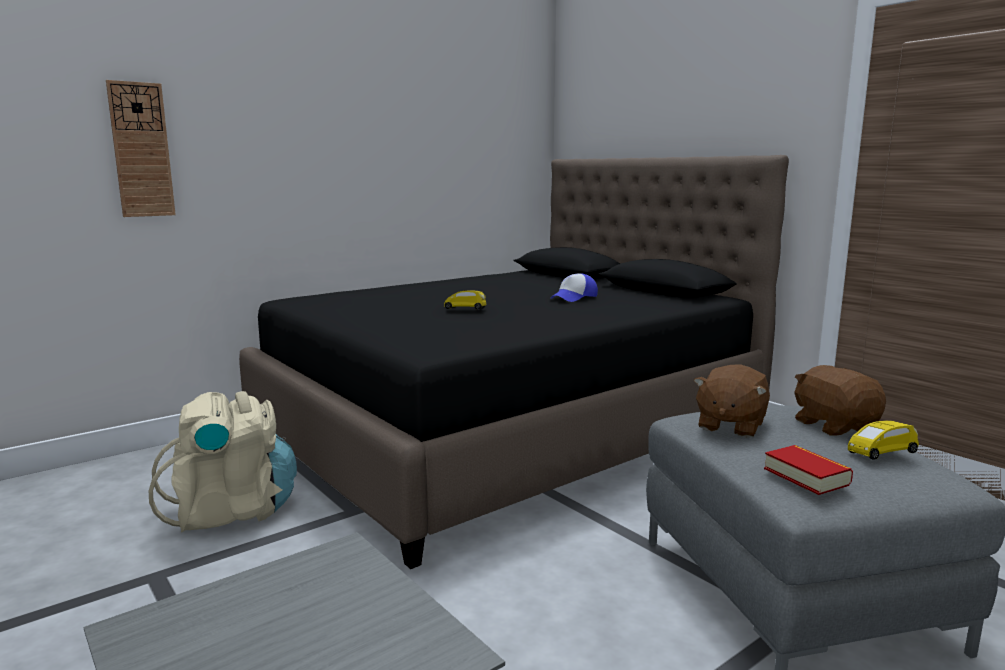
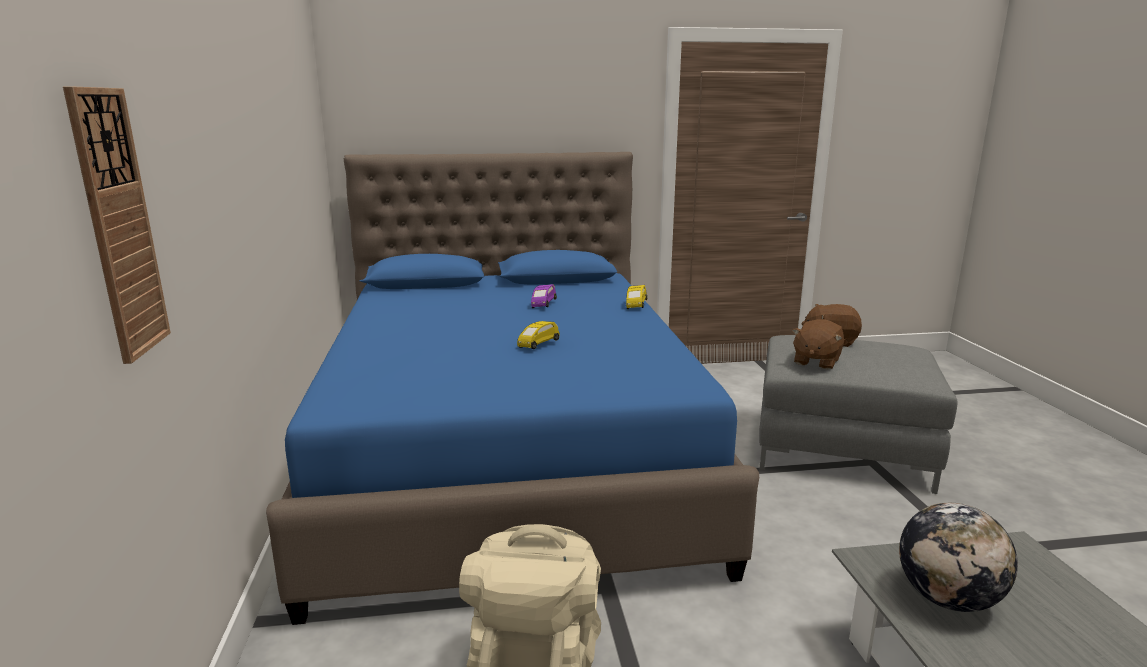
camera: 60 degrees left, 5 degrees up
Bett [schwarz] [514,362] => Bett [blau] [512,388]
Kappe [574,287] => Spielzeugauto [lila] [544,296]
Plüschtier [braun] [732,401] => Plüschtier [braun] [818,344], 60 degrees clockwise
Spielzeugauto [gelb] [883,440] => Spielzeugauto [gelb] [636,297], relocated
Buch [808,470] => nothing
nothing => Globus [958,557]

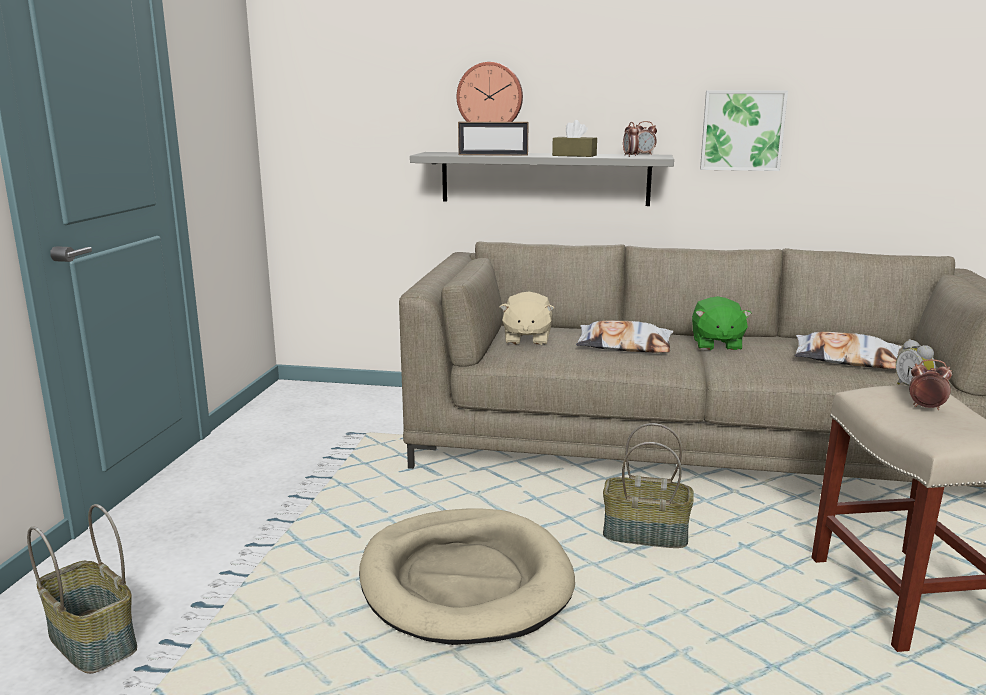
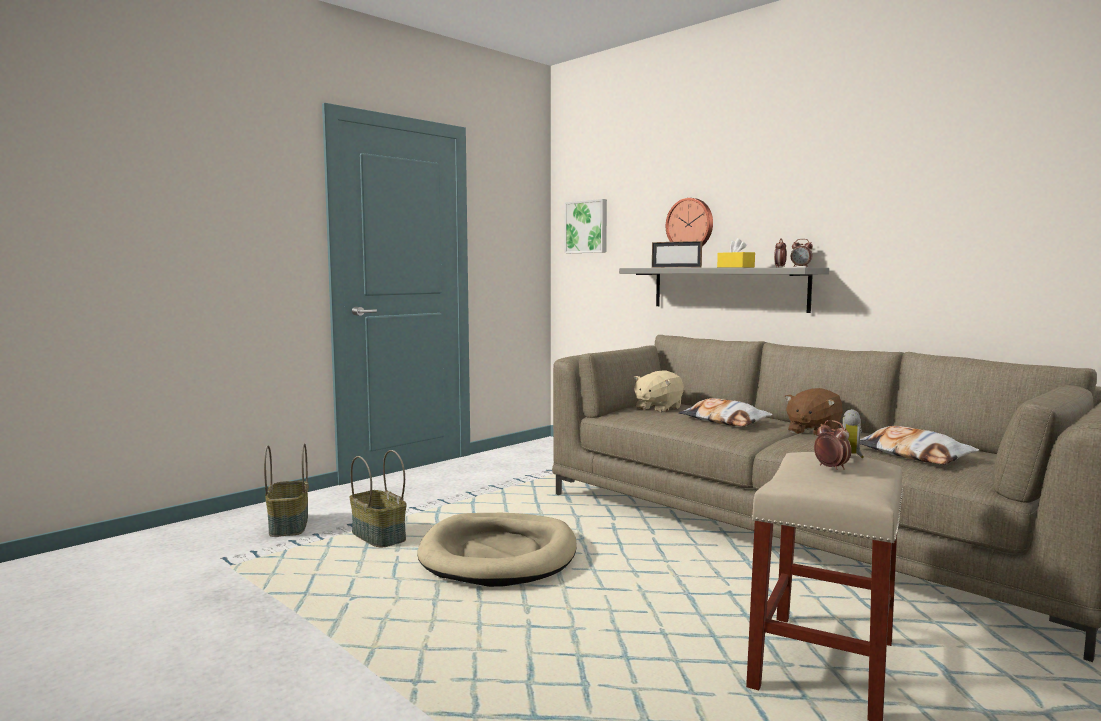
camera: 35 degrees right, 10 degrees down
Bild [744,130] => Bild [585,226], relocated
Taschentuchbox [braun] [574,138] => Taschentuchbox [gelb] [736,253]
Plüschtier [grün] [722,323] => Plüschtier [braun] [814,412]
Korb [648,485] => Korb [378,498], relocated

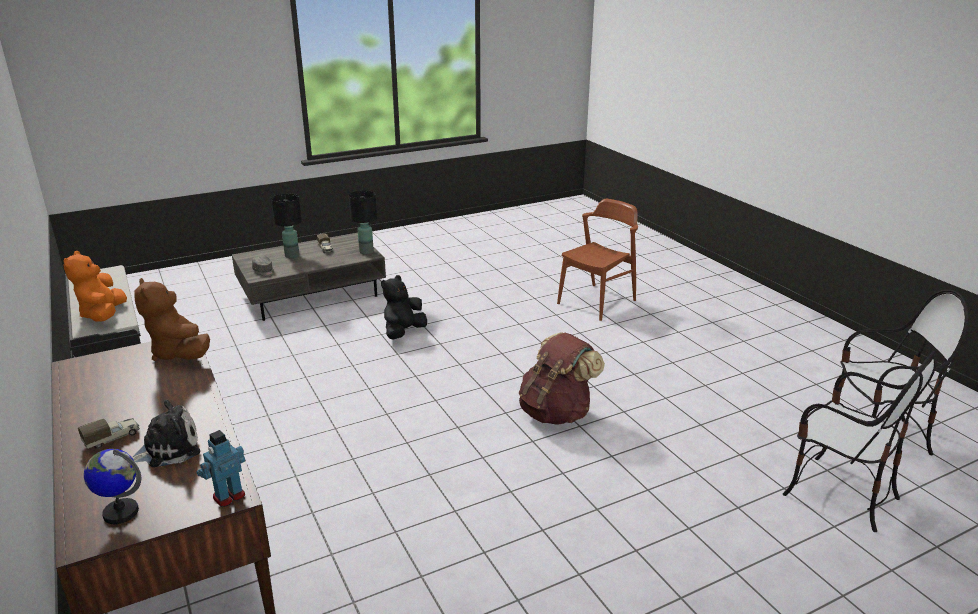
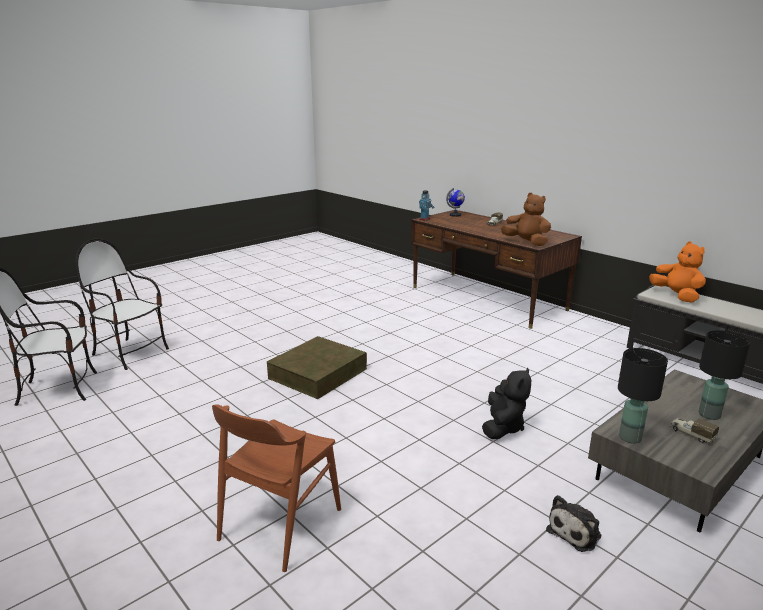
camera: 165 degrees right, 5 degrees down
Kappe [grau] [263,265] => nothing
Rucksack [braun] [562,379] => Aufbewahrungsbox [braun] [317,367]
Plüschtier [166,433] => Plüschtier [573,523], relocated

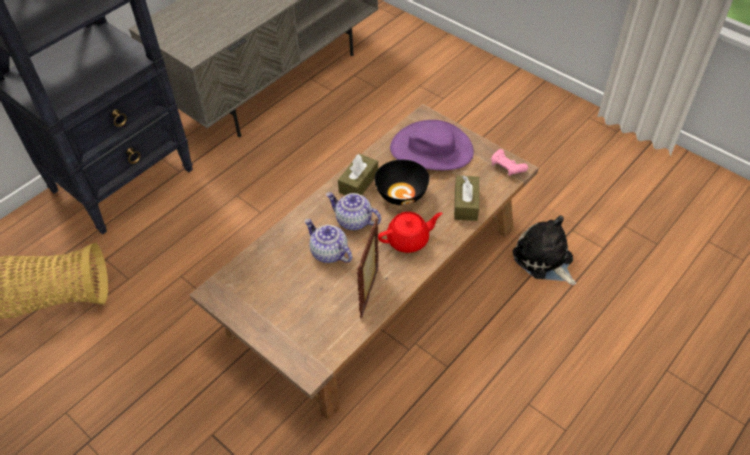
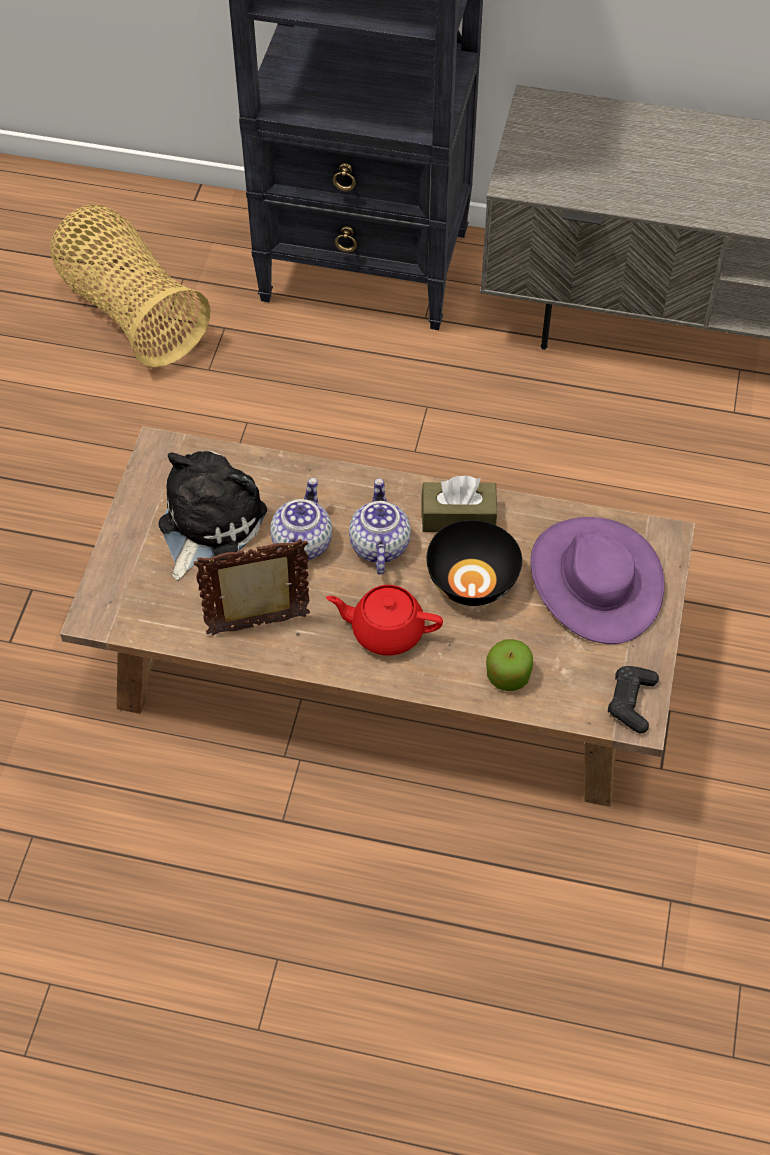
camera: 60 degrees right, 5 degrees up
Gamepad [rosa] [509,162] => Gamepad [schwarz] [633,699]
Taschentuchbox [braun] [466,198] => Apfel [509,665]
Teekanne [rot] [410,232] => Teekanne [rot] [384,620], 150 degrees clockwise
Plüschtier [544,250] => Plüschtier [212,515], relocated

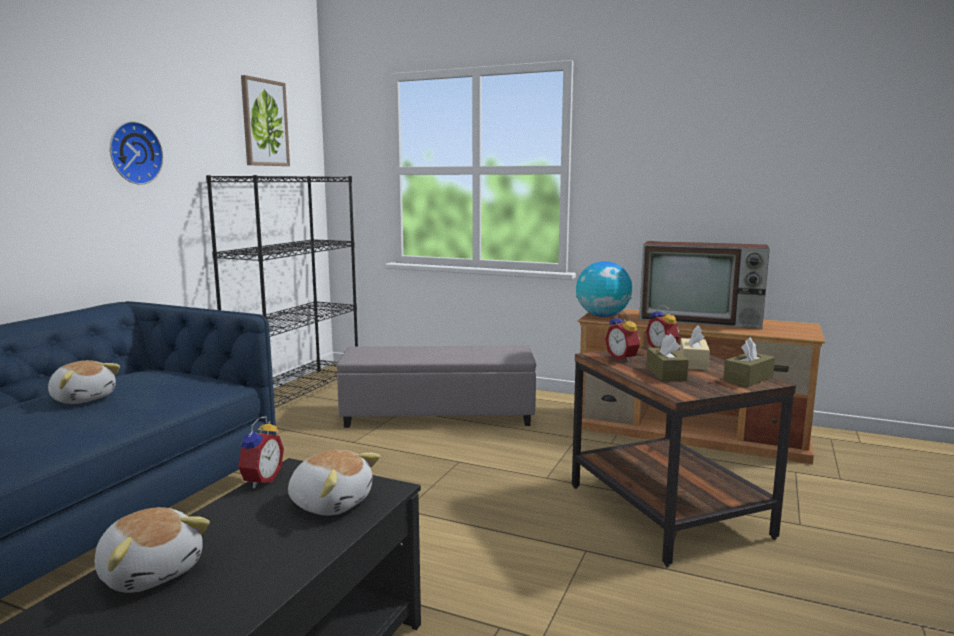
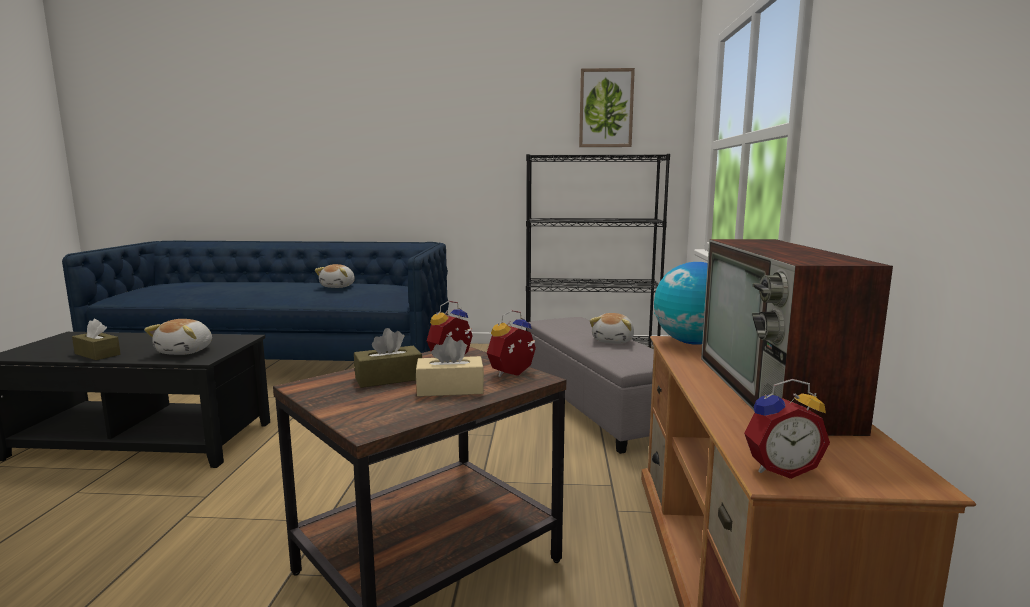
camera: 70 degrees right, 0 degrees up
Wanduhr [136,153] => nothing
Taschentuchbox [braun] [749,362] => Taschentuchbox [braun] [96,339], relocated
Wecker [260,452] => Wecker [787,429], relocated
Plüschtier [152,550] => Plüschtier [612,328], relocated

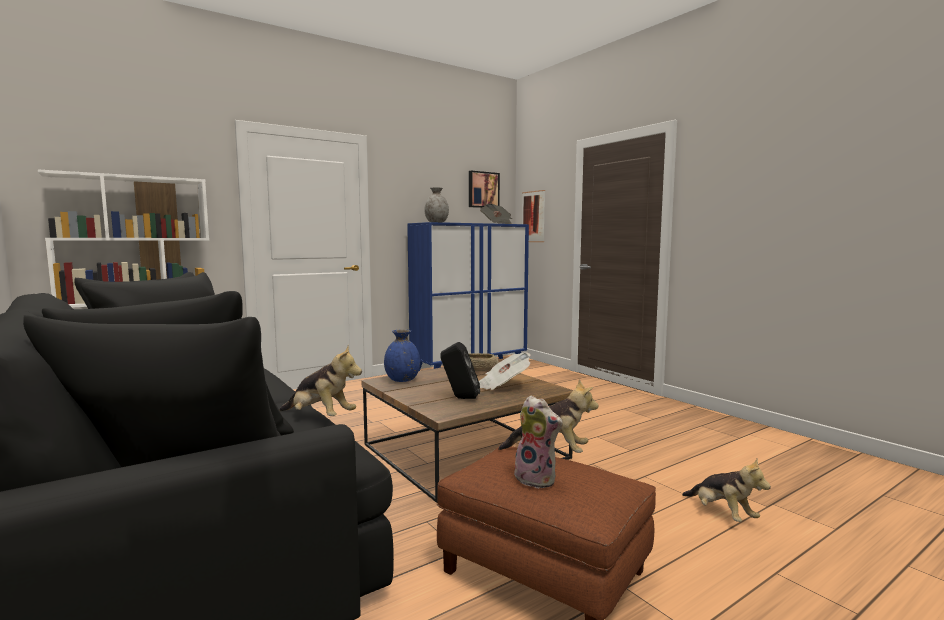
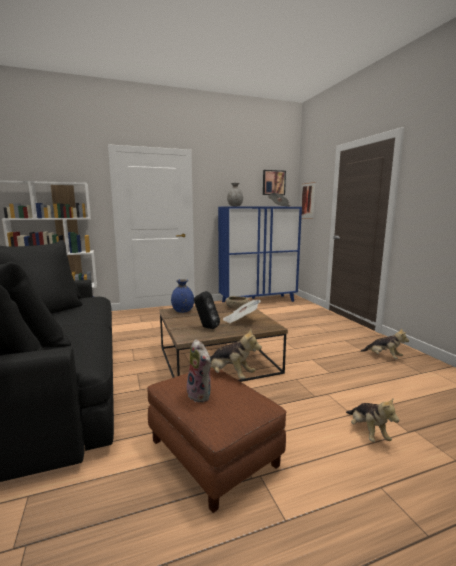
camera: 15 degrees right, 5 degrees up
Plüschtier [320,381] => Plüschtier [385,343], relocated

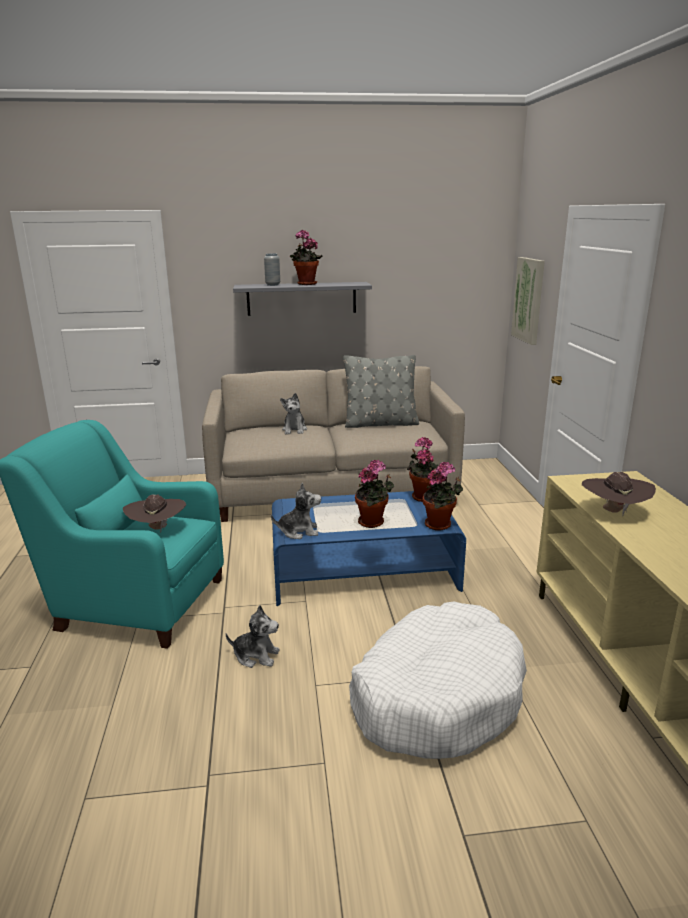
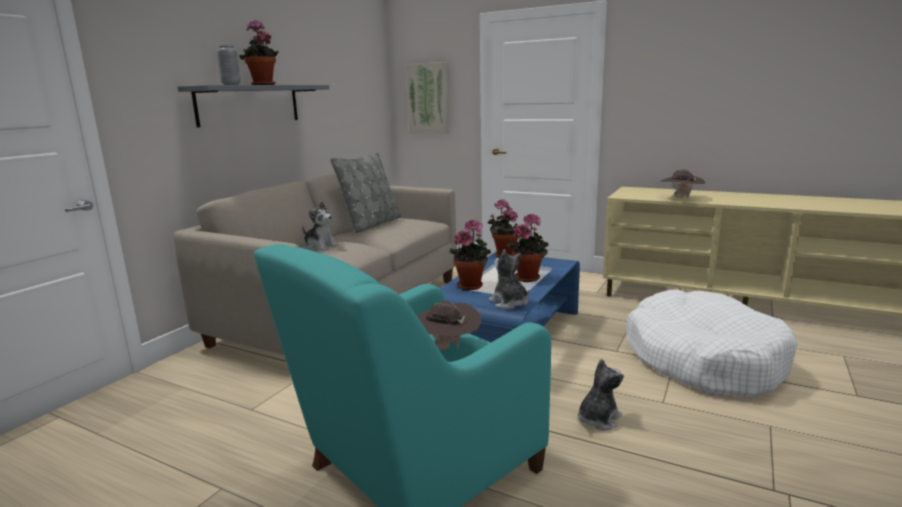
camera: 55 degrees left, 5 degrees down
Topfpflanze [442,496] => Topfpflanze [470,255], relocated
Plüschtier [296,510] => Plüschtier [509,279], 60 degrees counterclockwise

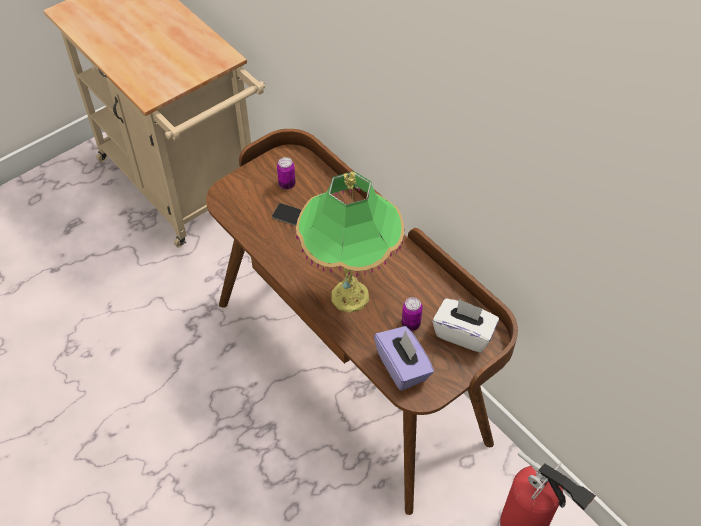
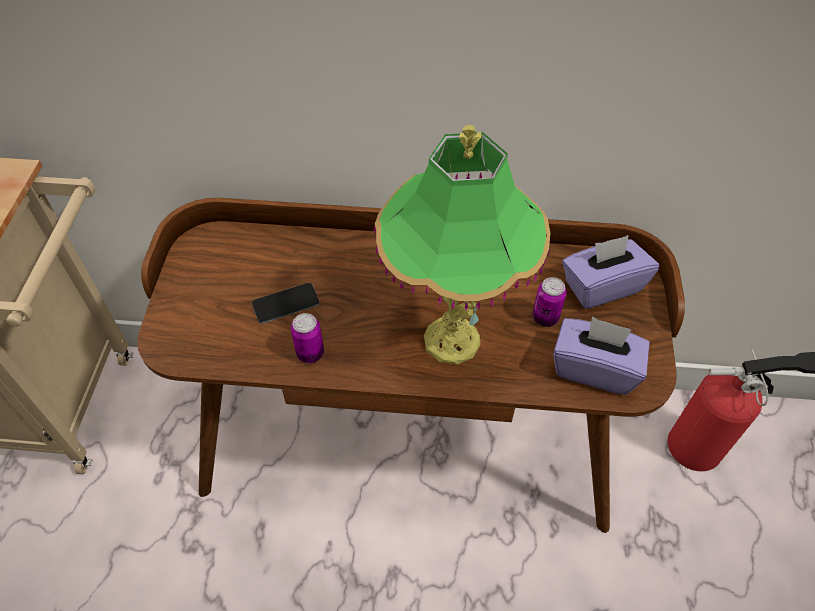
camera: 45 degrees left, 0 degrees up
Dose [286,173] => Dose [307,338], relocated
Taschentuchbox [weiß] [466,325] => Taschentuchbox [lila] [610,272]

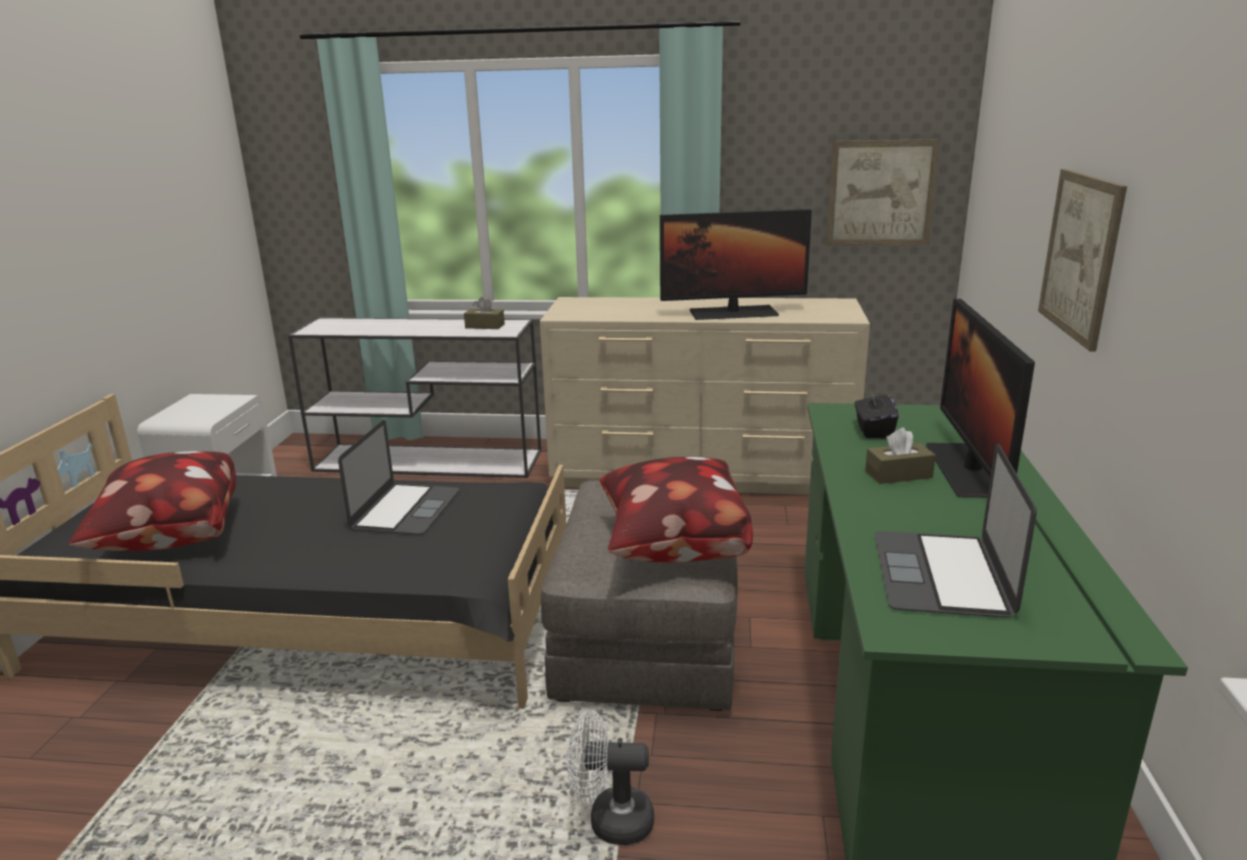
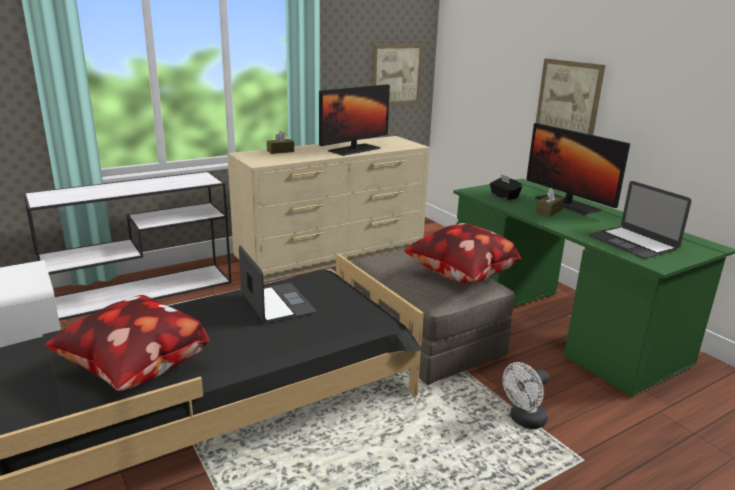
camera: 40 degrees left, 0 degrees up
Taschentuchbox [braun] [484,313] => Taschentuchbox [braun] [280,142], relocated

